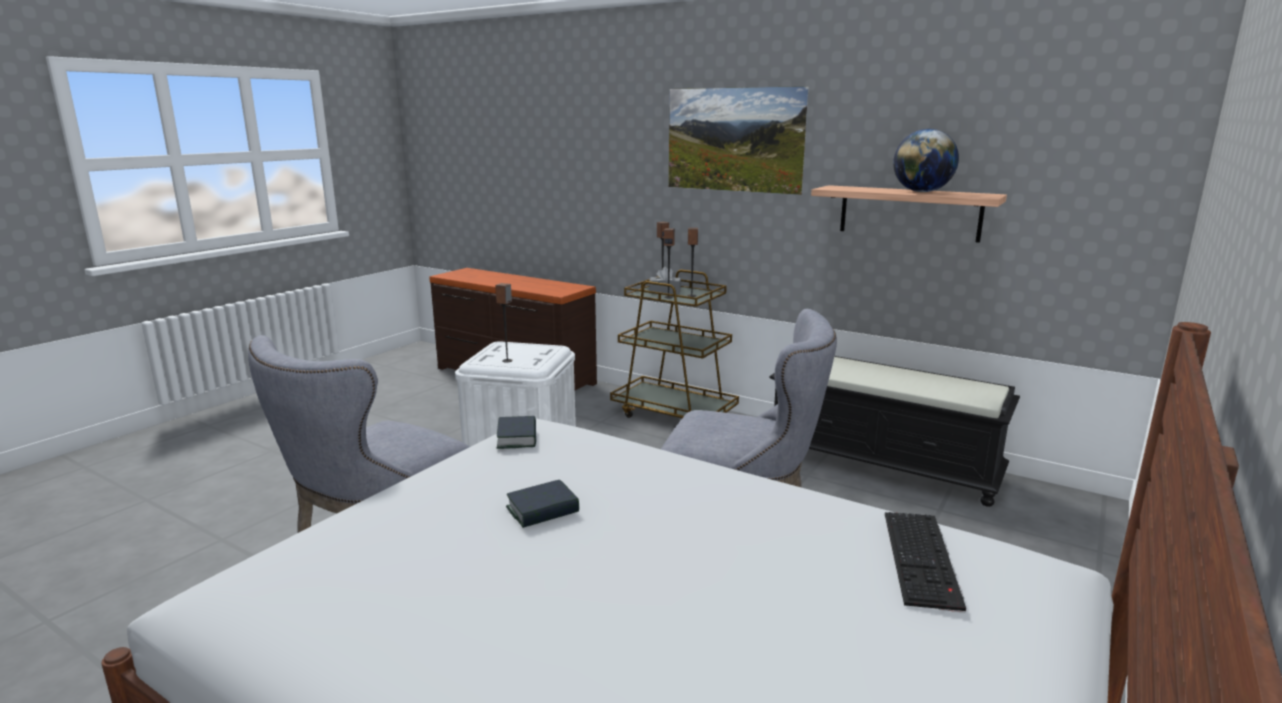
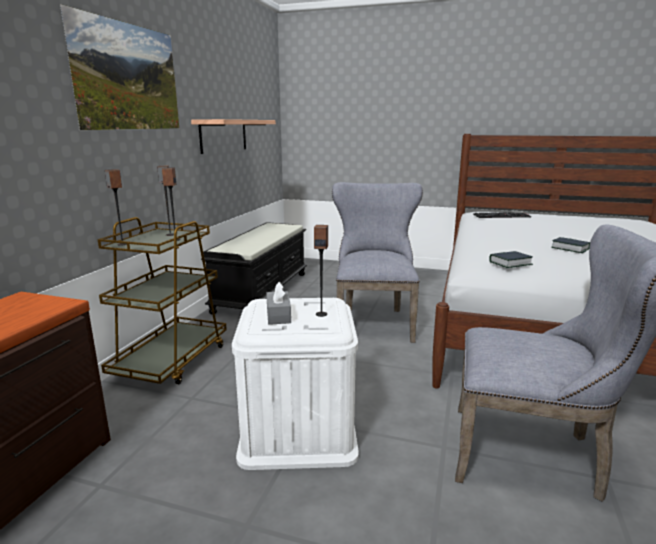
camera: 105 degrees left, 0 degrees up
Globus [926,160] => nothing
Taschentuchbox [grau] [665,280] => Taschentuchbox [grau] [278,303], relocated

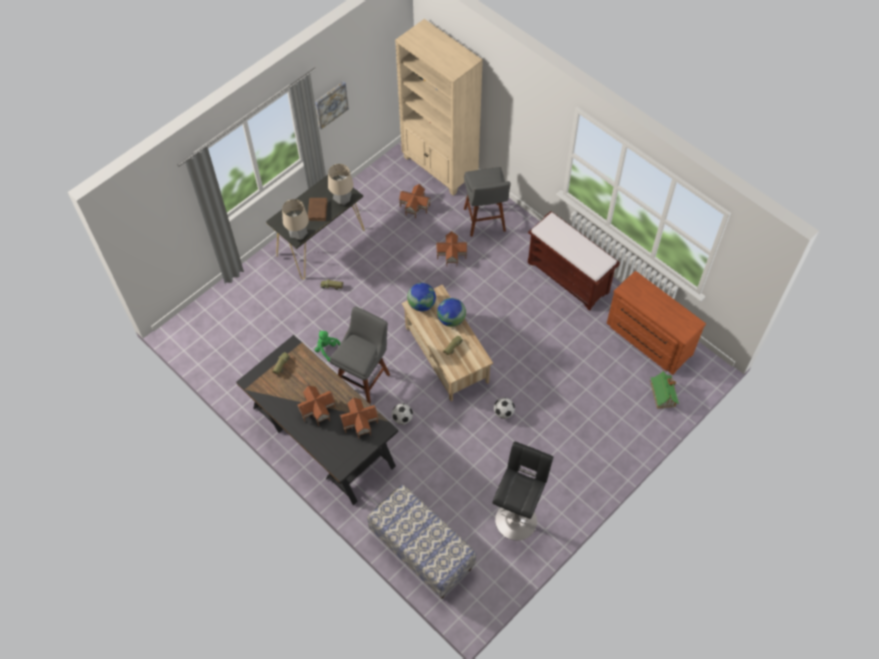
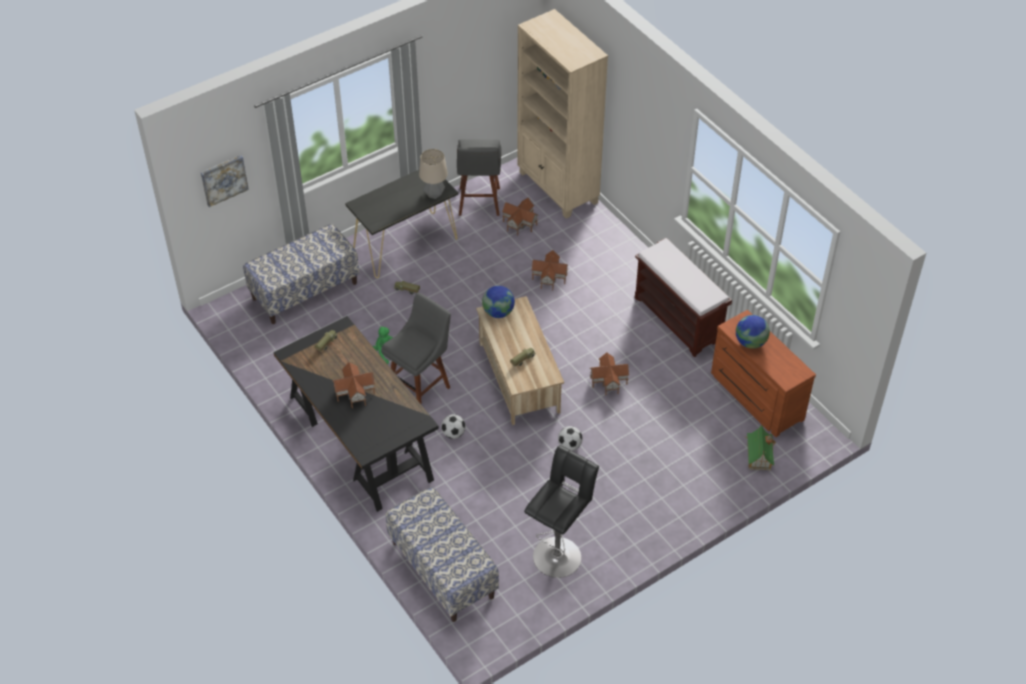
camera: 10 degrees right, 10 degrees down
Bild [332,105] => Bild [225,181], relocated
Hocker [grau] [487,202] => Hocker [grau] [479,177], relocated
Buch [braun] [318,209] => nothing
Tischlampe [295,219] => nothing
Globus [451,312] => Globus [753,332], relocated
Spielzeughaus [359,418] => Spielzeughaus [609,374], relocated
nothing => Bank [301,274]

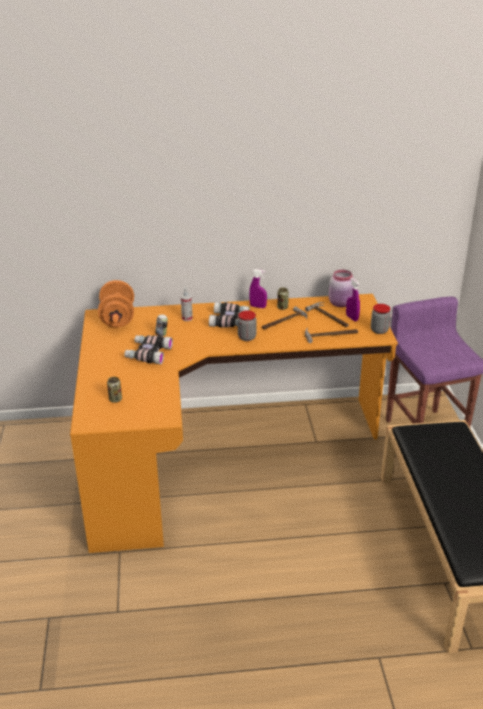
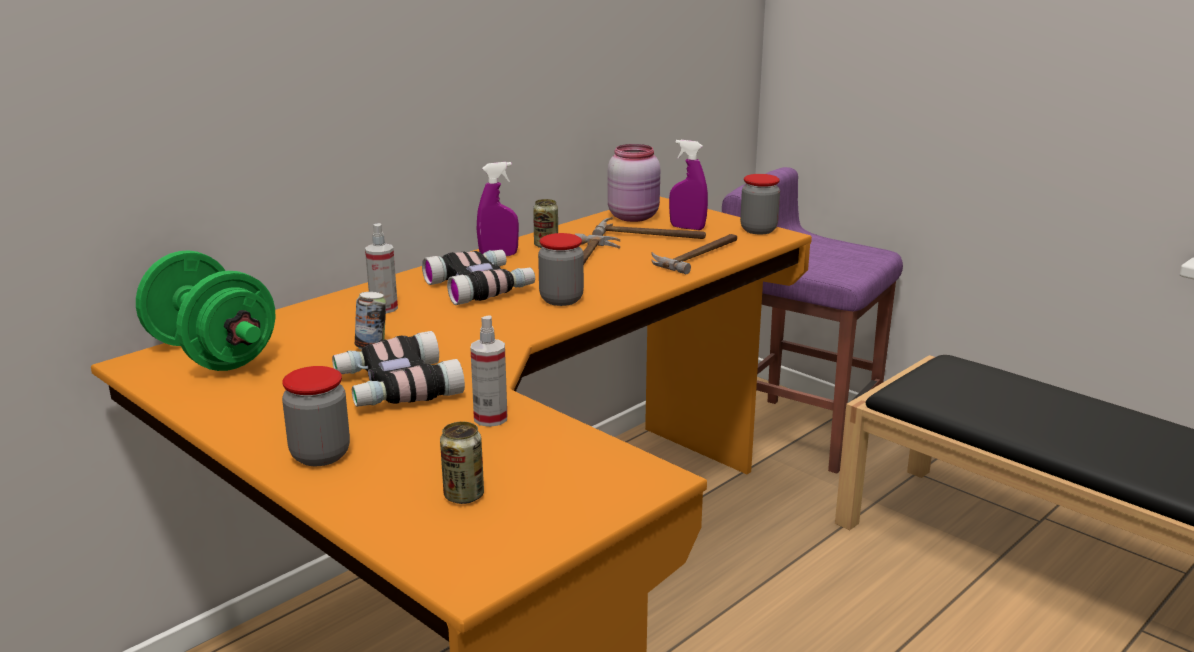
camera: 40 degrees left, 10 degrees down
Hantel [orange] [116,303] => Hantel [grün] [205,310]
nothing => Sprühflasche [488,371]
nothing => Vorratsglas [316,416]

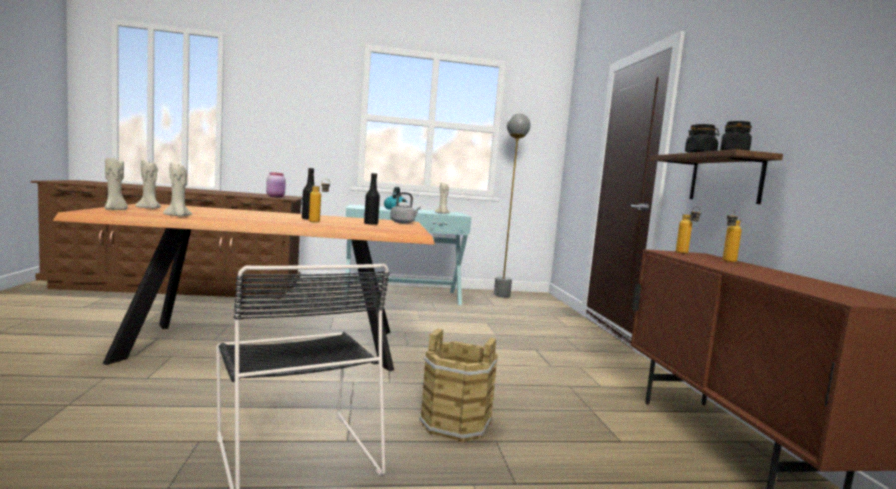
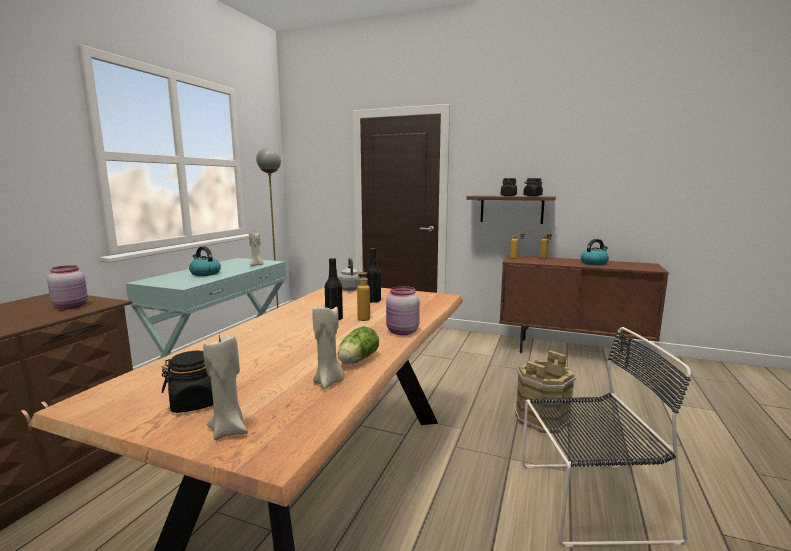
camera: 60 degrees left, 5 degrees up
Kerze [beige] [148,184] => Vorratsglas [schwarz] [187,382]
nothing => Wasserkessel [594,252]
nothing => Vorratsglas [rosa] [403,310]
nothing => Salatkopf [358,345]

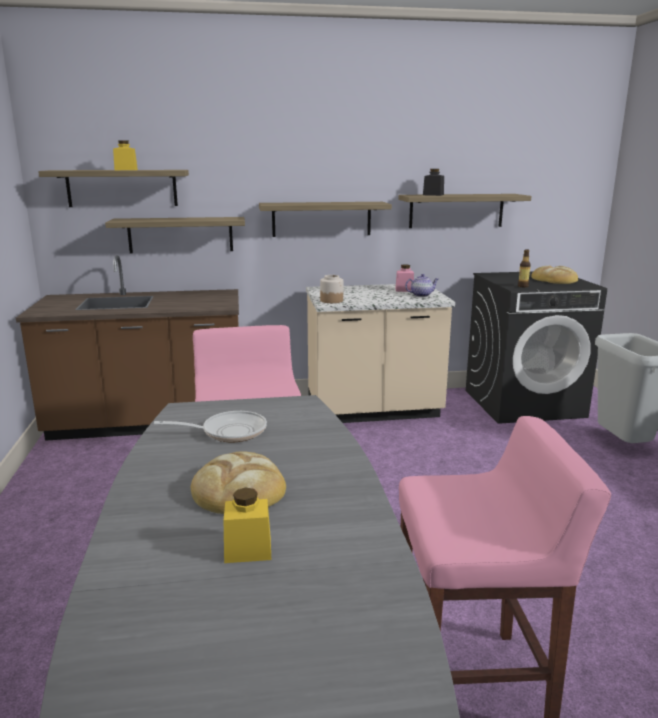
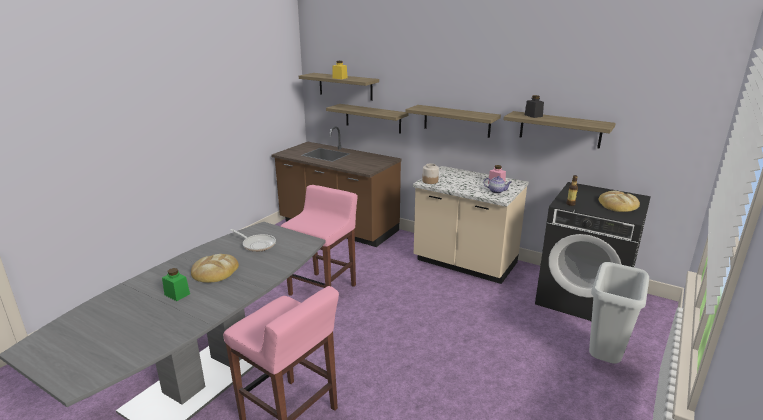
camera: 40 degrees right, 5 degrees up
Vorratsglas [gelb] [247,525] => Vorratsglas [grün] [176,284]

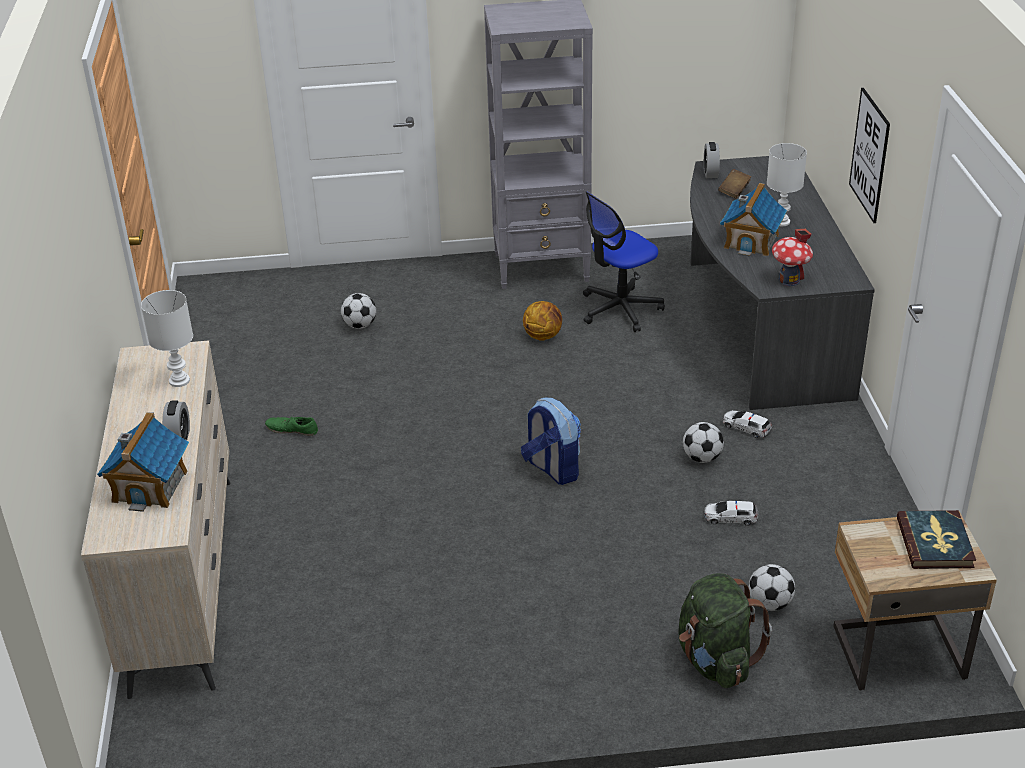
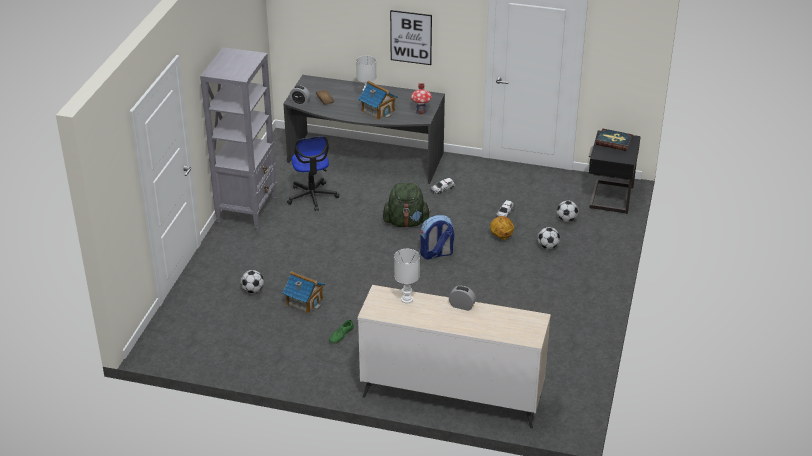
camera: 70 degrees left, 0 degrees up
Basketball [542,321] => Basketball [502,228], relocated
Spielzeughaus [143,462] => Spielzeughaus [304,292], relocated
Fußball [703,442] => Fußball [549,238], relocated
Nachttisch [beige] [915,600] => Nachttisch [schwarz] [614,172]
Rucksack [grün] [725,630] => Rucksack [grün] [407,205], relocated

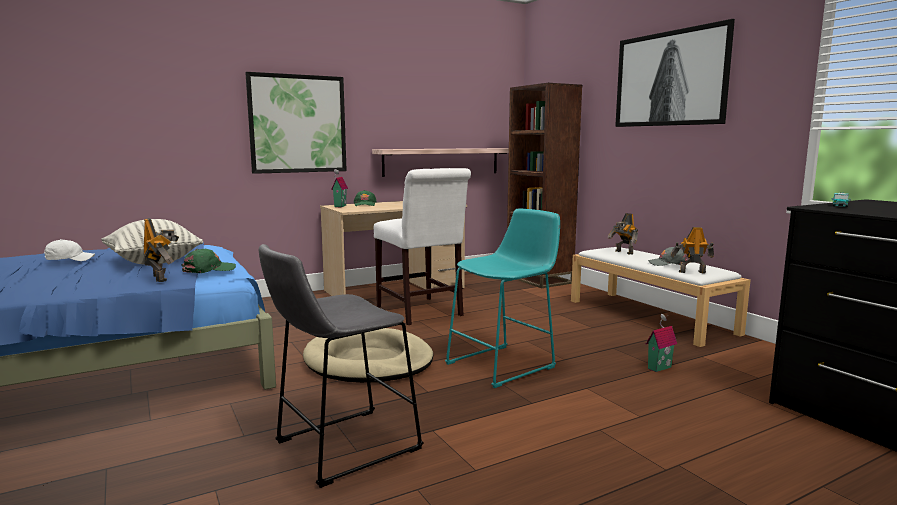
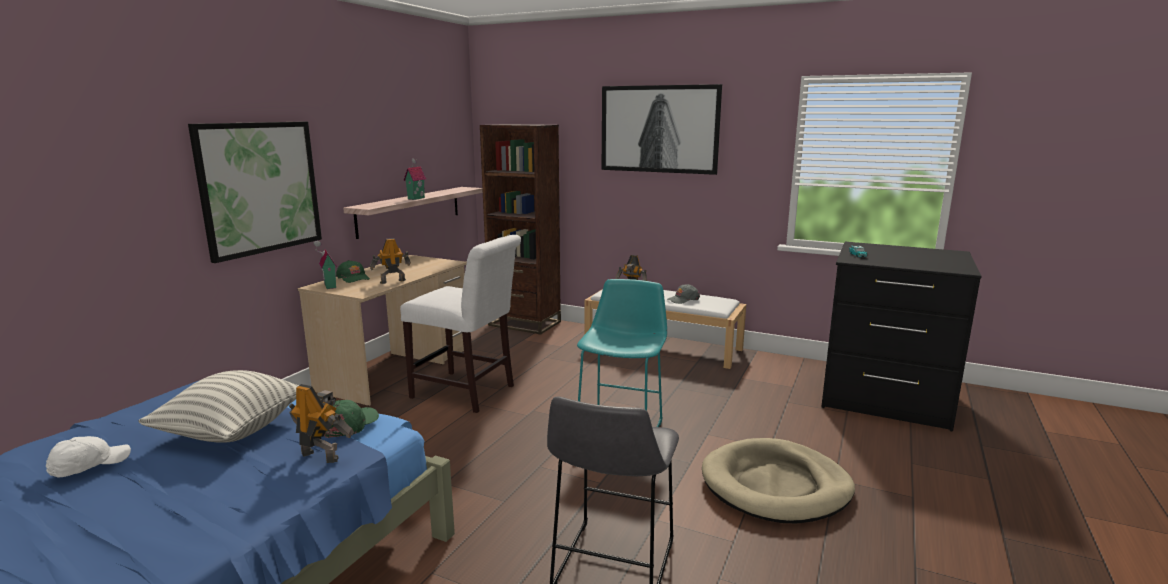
camera: 35 degrees left, 5 degrees up
Spielzeugroboter [692,250] => Spielzeugroboter [390,261], relocated
Spielzeughaus [661,343] => Spielzeughaus [414,179], relocated
Hundebett [beige] [368,355] => Hundebett [beige] [778,480], relocated

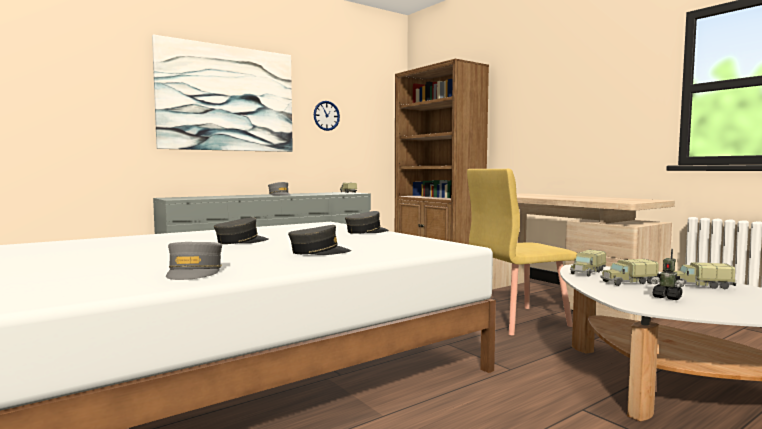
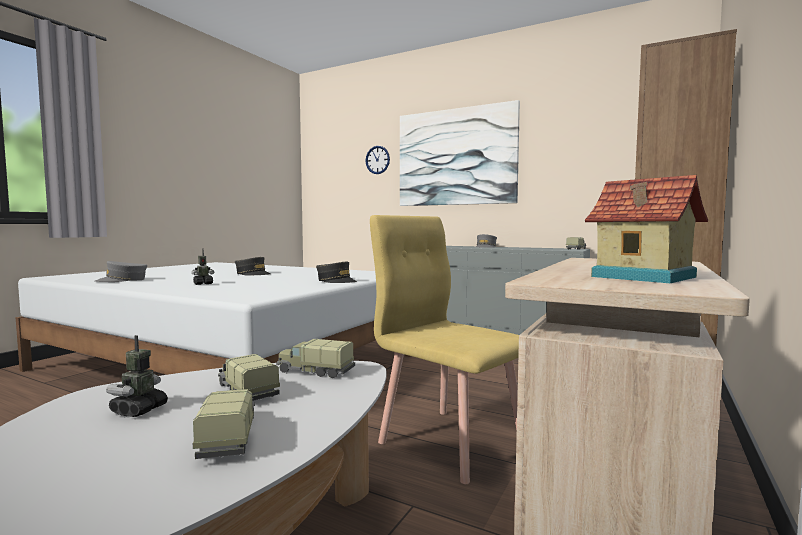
camera: 65 degrees right, 0 degrees up
Wanduhr [327,116] => Wanduhr [377,160], relocated
Kappe [grau] [319,240] => Spielzeugroboter [203,266]
nothing => Spielzeughaus [646,229]

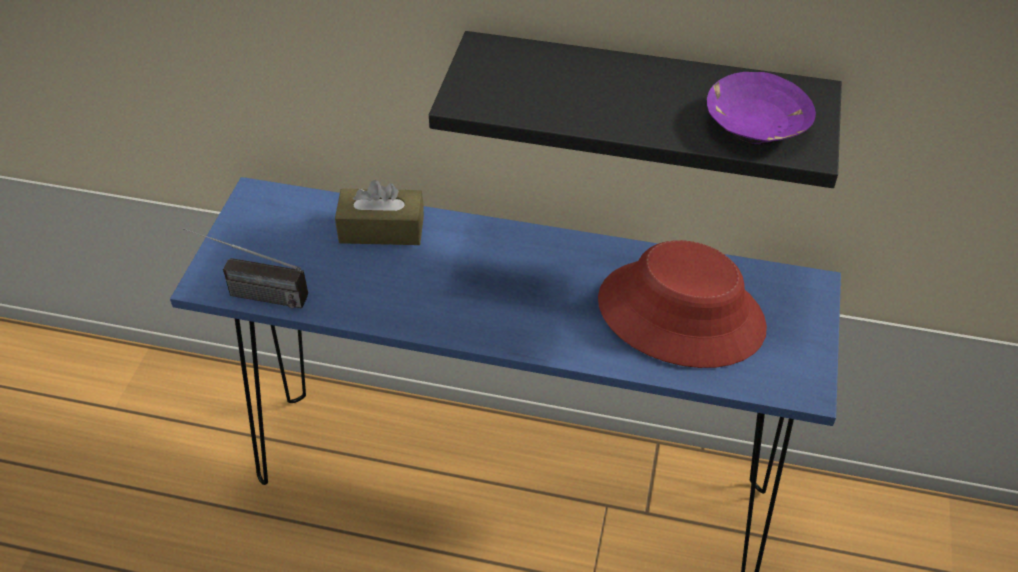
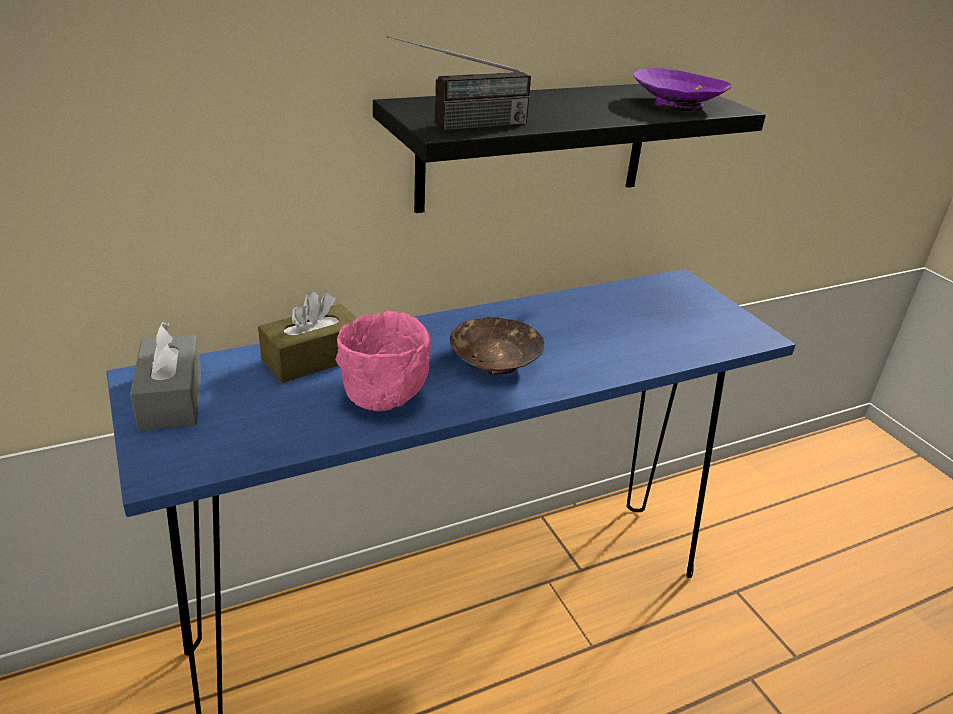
camera: 40 degrees left, 15 degrees down
Radio [245,268] => Radio [459,83], relocated
Hut [rot] [682,304] => nothing
nothing => Schüssel [rosa] [383,360]
nothing => Schüssel [braun] [497,346]
nothing => Taschentuchbox [grau] [165,376]

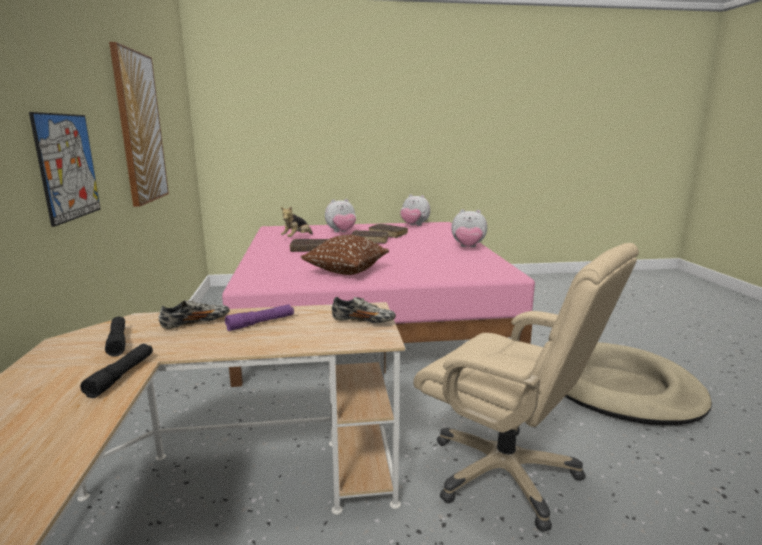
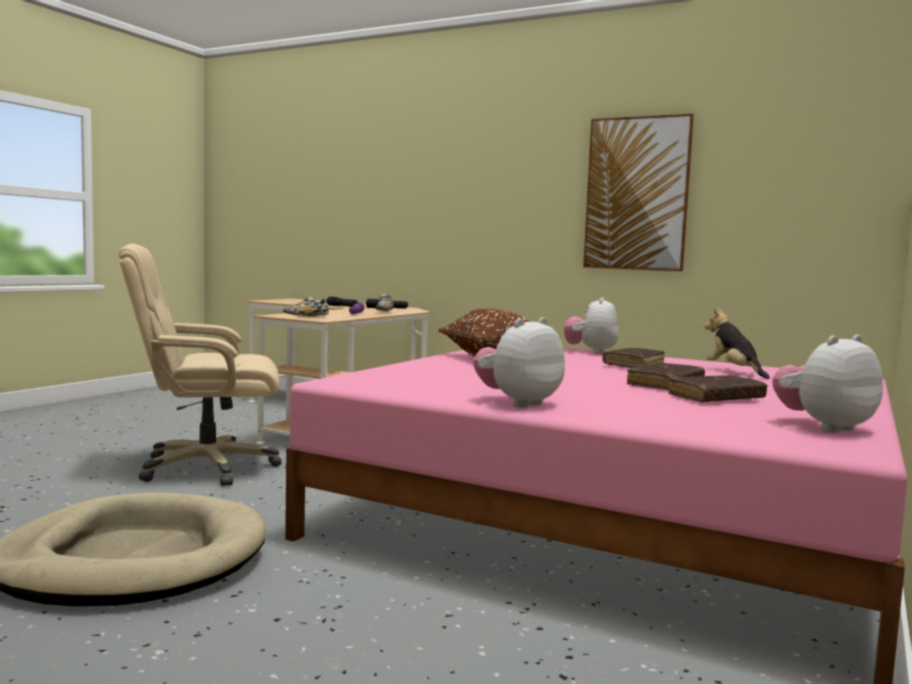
camera: 125 degrees right, 10 degrees down
Bild [65,169] => nothing
Plüschtier [340,215] => Plüschtier [591,325], relocated

